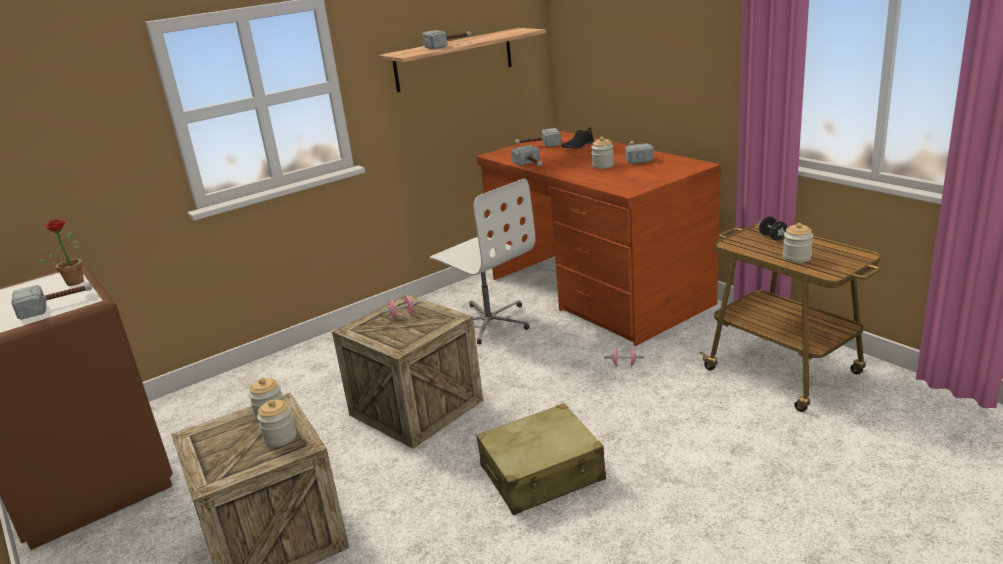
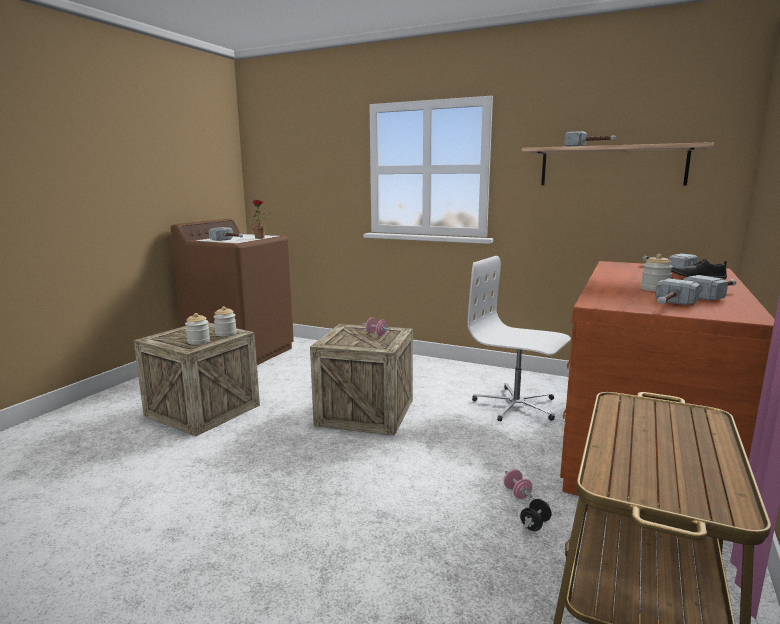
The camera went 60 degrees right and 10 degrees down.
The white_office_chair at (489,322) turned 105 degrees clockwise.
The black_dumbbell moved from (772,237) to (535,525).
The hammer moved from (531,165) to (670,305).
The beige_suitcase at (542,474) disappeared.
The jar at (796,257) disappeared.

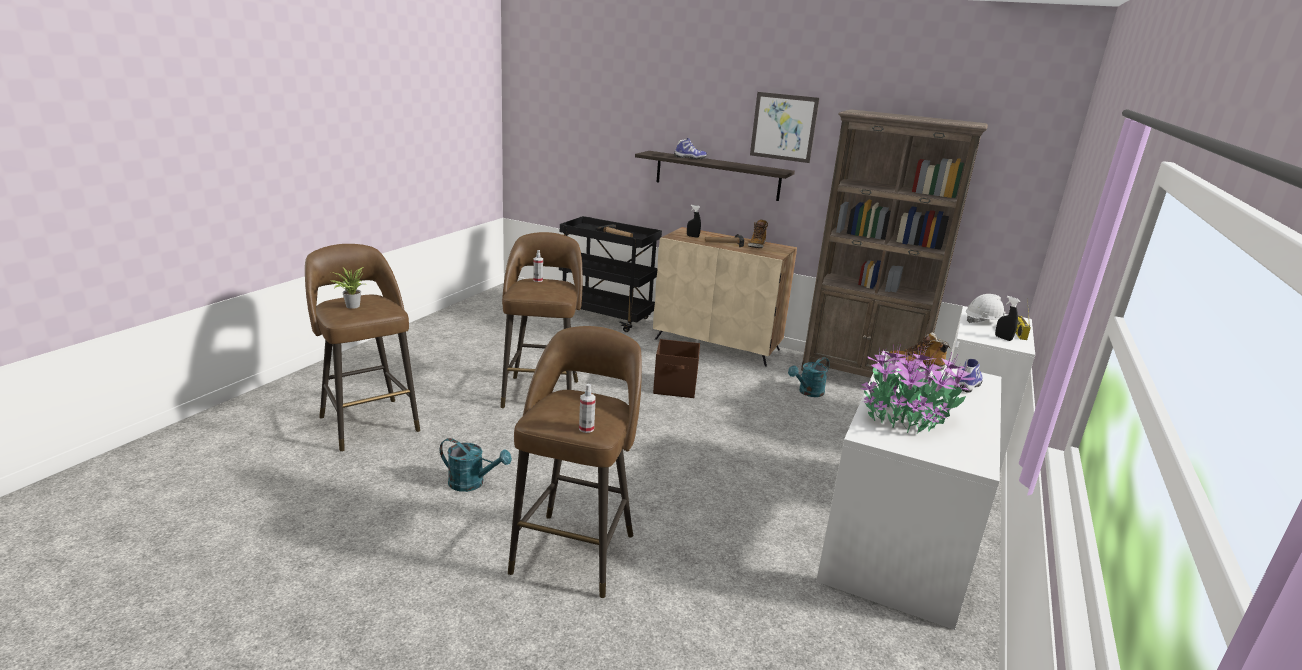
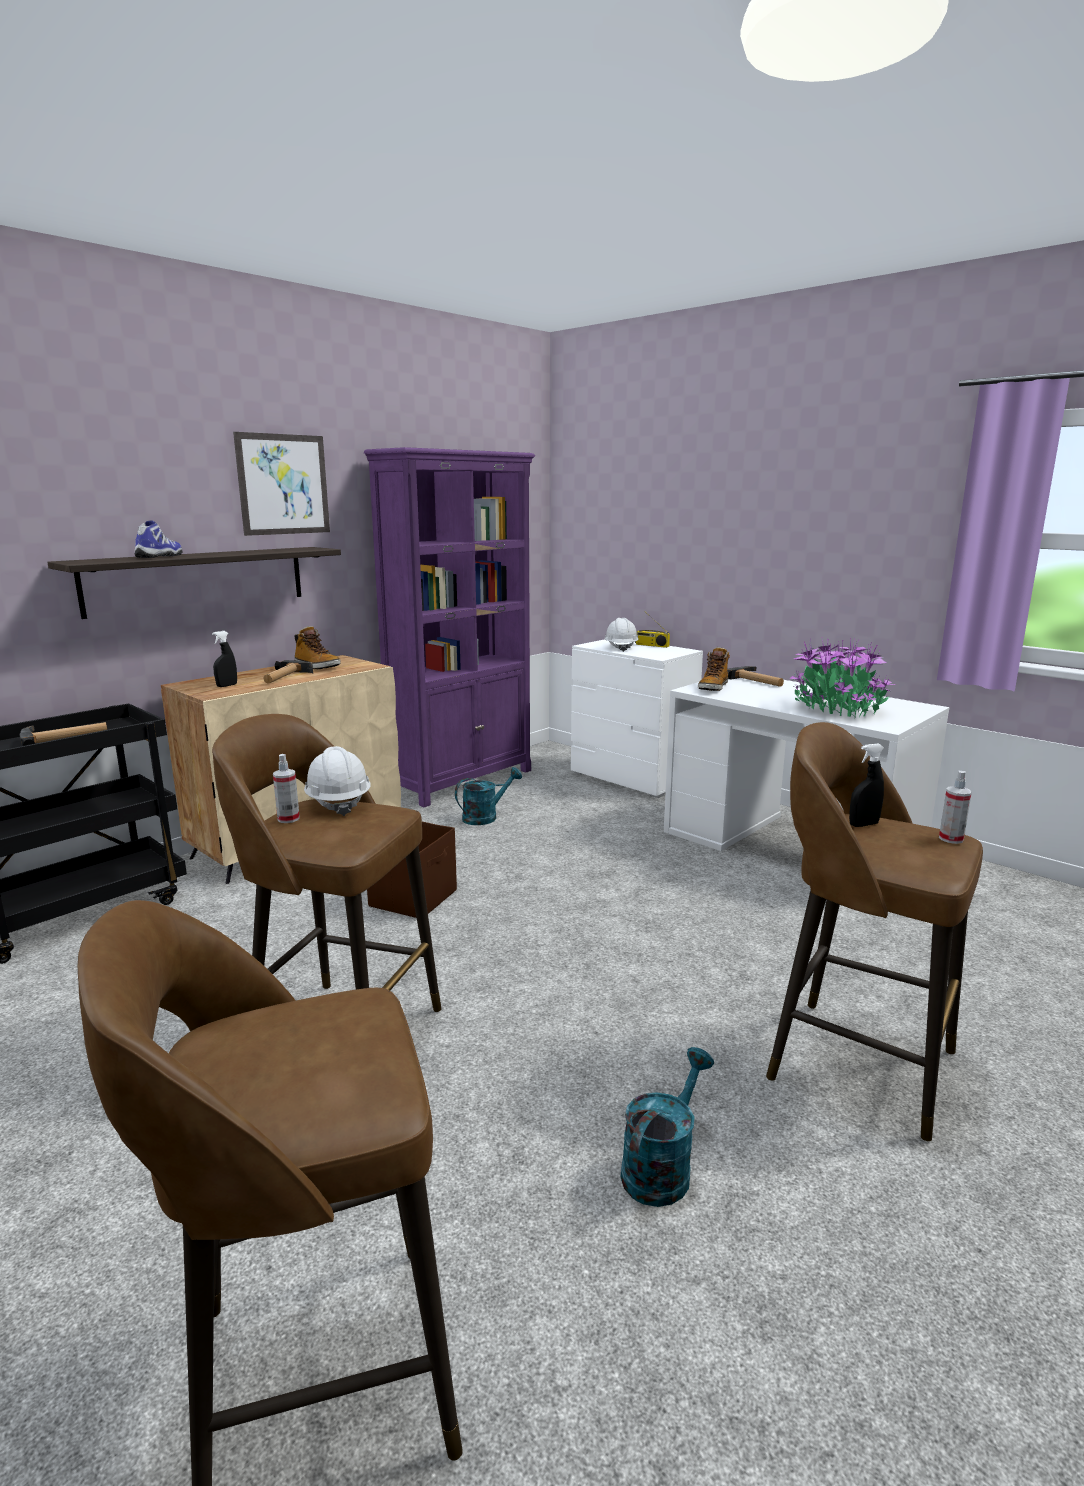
The camera went 70 degrees left and 5 degrees down.
The white_hard_hat at (338,802) appeared.
The brown_bookcase at (862,376) became the purple_bookcase at (463,781).
The turquoise_watering_can at (808,392) turned 105 degrees counterclockwise.
The shoe at (968,385) was replaced by the hammer at (756,681).
The black_spray_bottle moved from (1003,338) to (863,824).
The potted_plant at (351,306) disappeared.

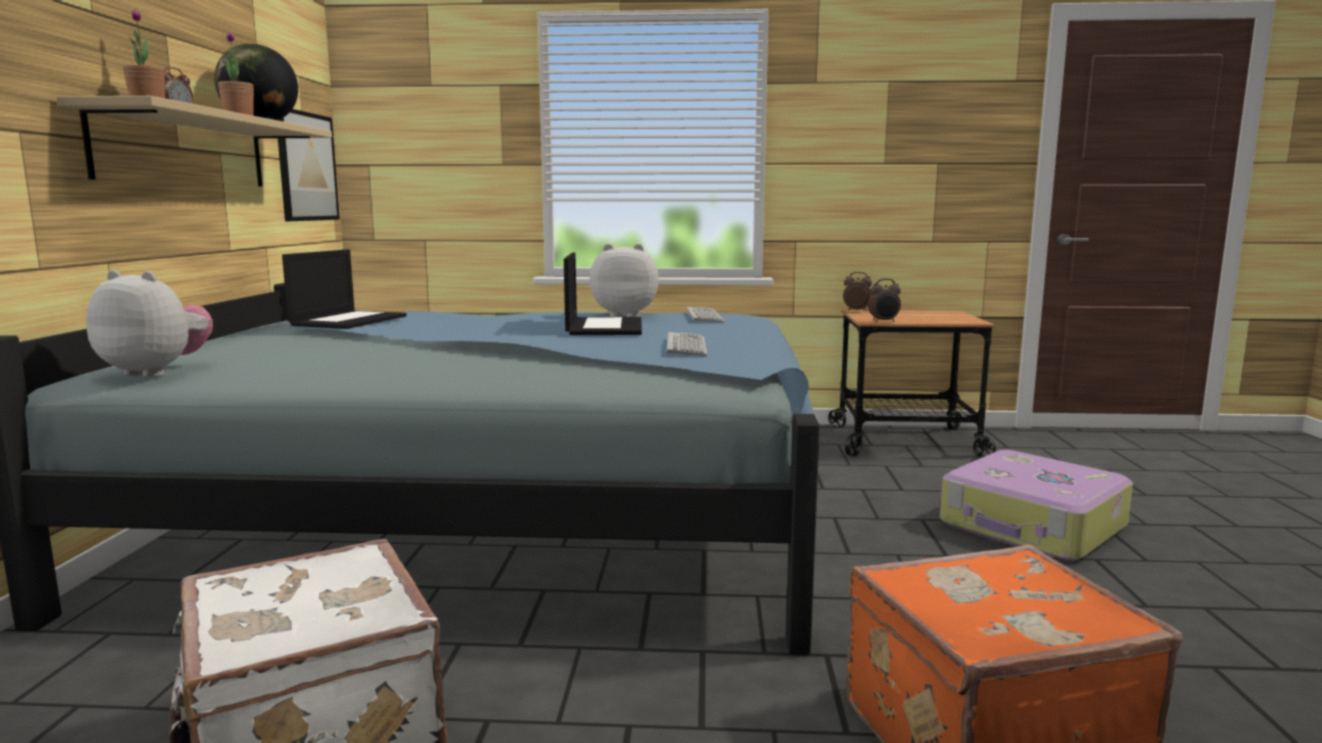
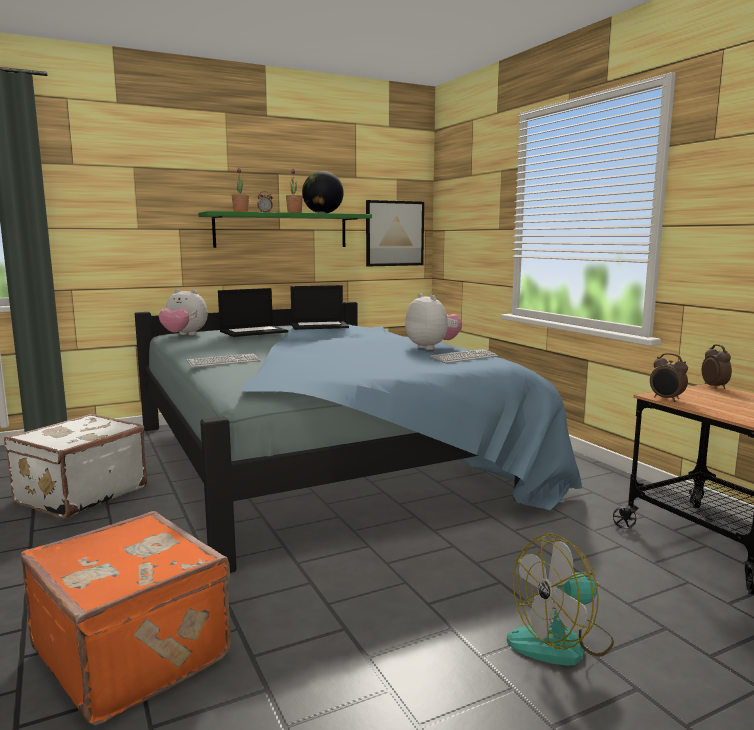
The camera went 60 degrees right and 0 degrees up.
The plush_toy at (156,372) turned 120 degrees clockwise.
The keyboard moved from (686,346) to (223,362).
The beige_shelf at (184,150) became the green_shelf at (281,230).
The laptop moved from (604,327) to (254,331).
The suitcase at (1032,526) was replaced by the fan at (561,642).

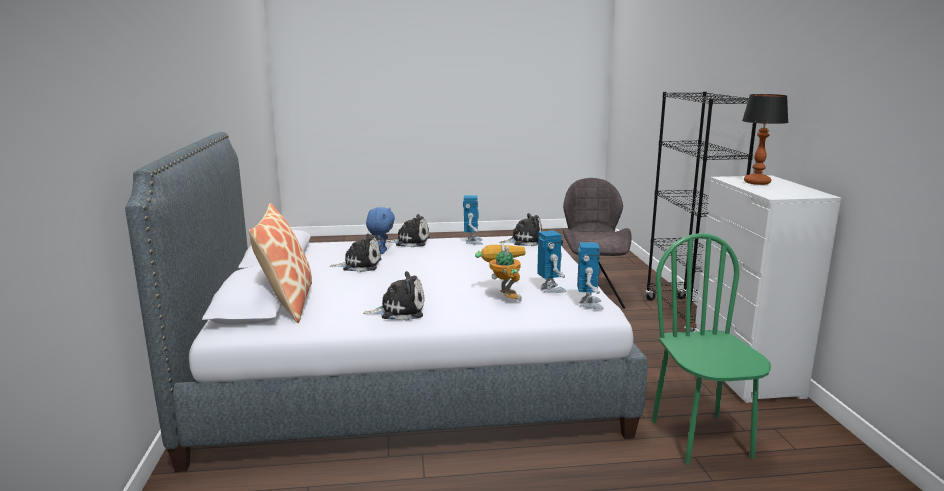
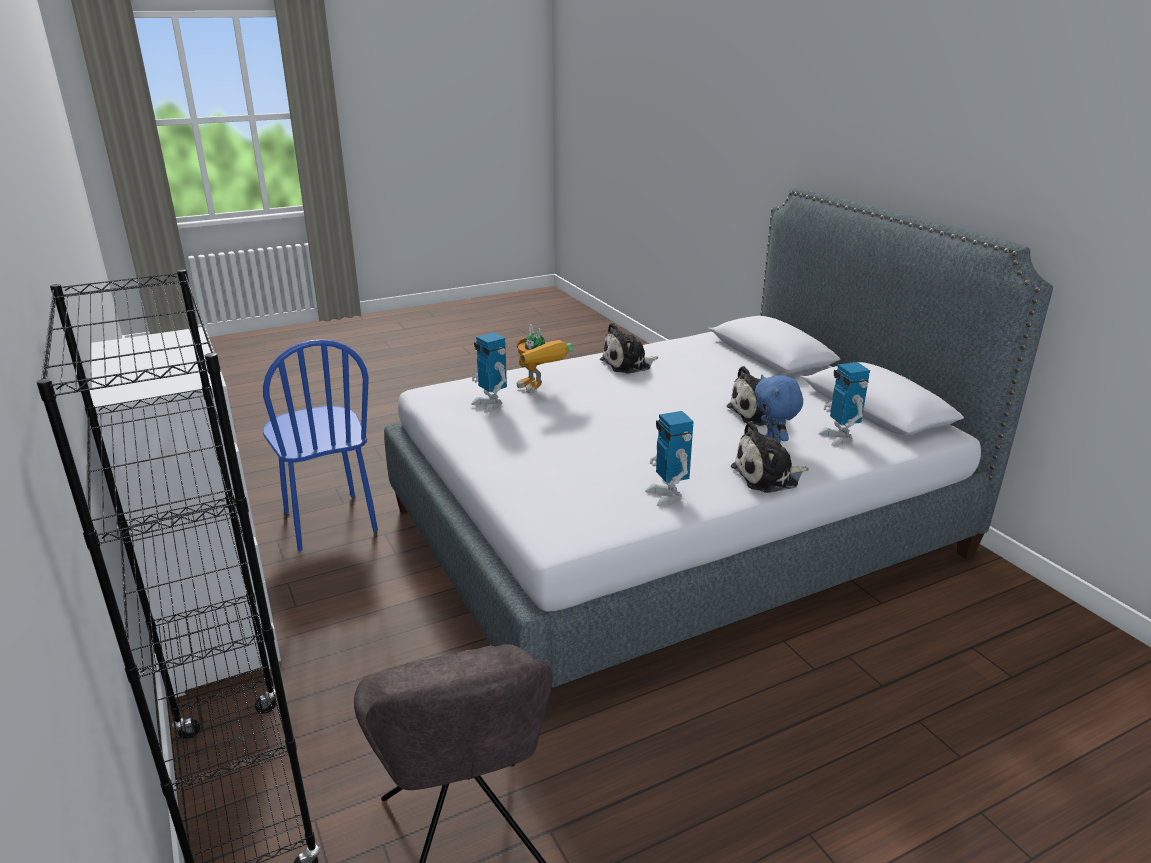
The camera went 160 degrees right and 10 degrees up.
The green_chair at (701,439) became the blue_chair at (329,521).
The toy_robot moved from (589,304) to (839,437).
The pillow at (287,303) disappeared.
The plush_toy at (524,241) disappeared.
The table_lamp at (757,182) disappeared.

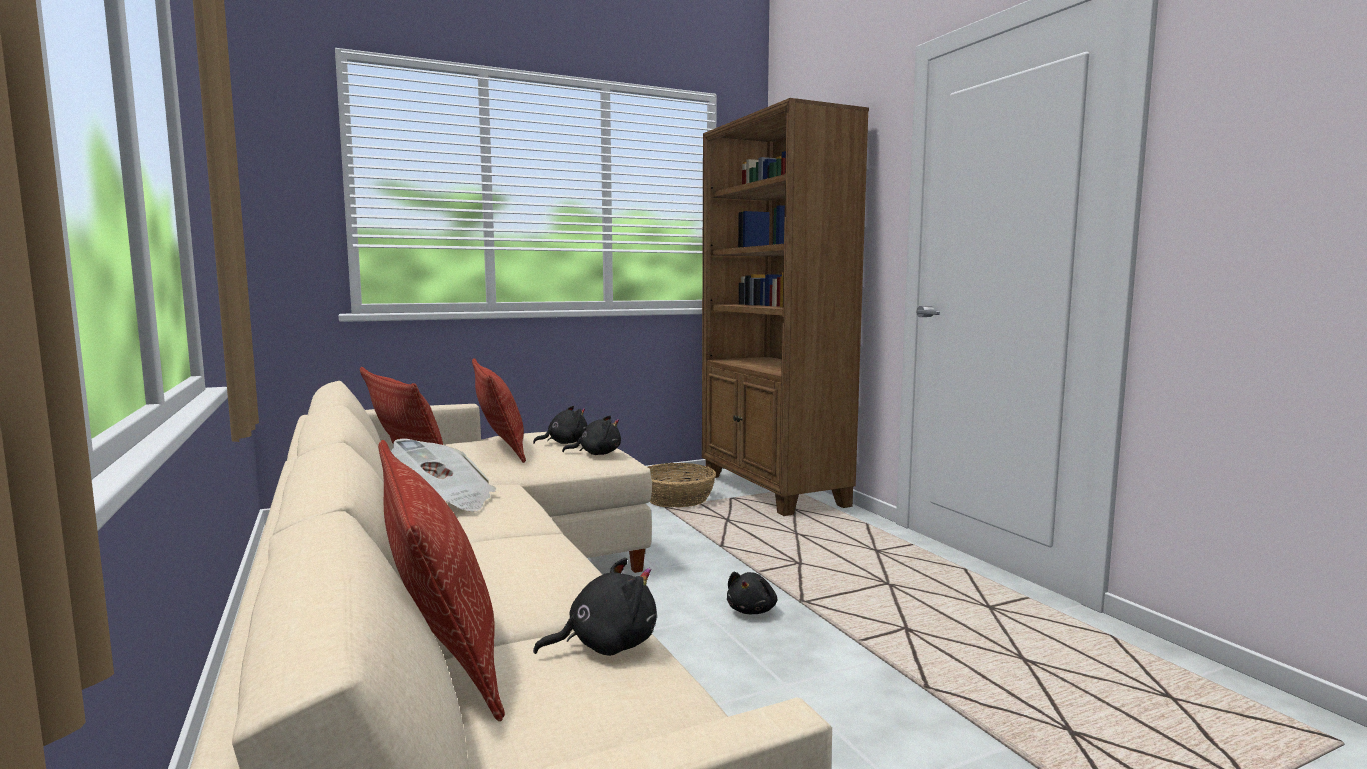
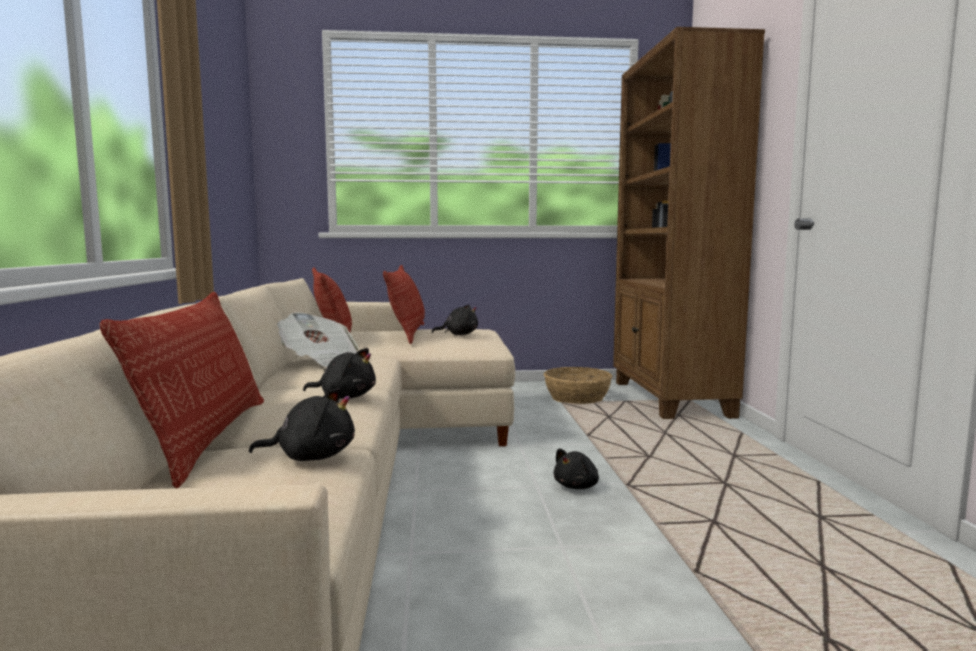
The camera went 20 degrees right and 0 degrees up.
The black_plush_toy moved from (597,454) to (345,397).

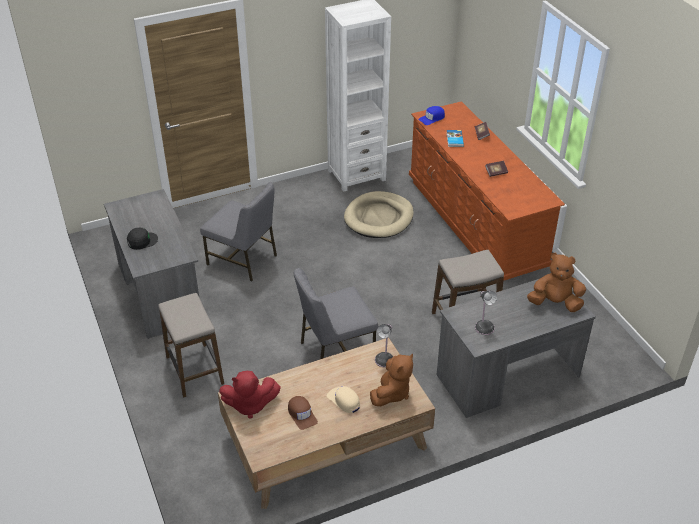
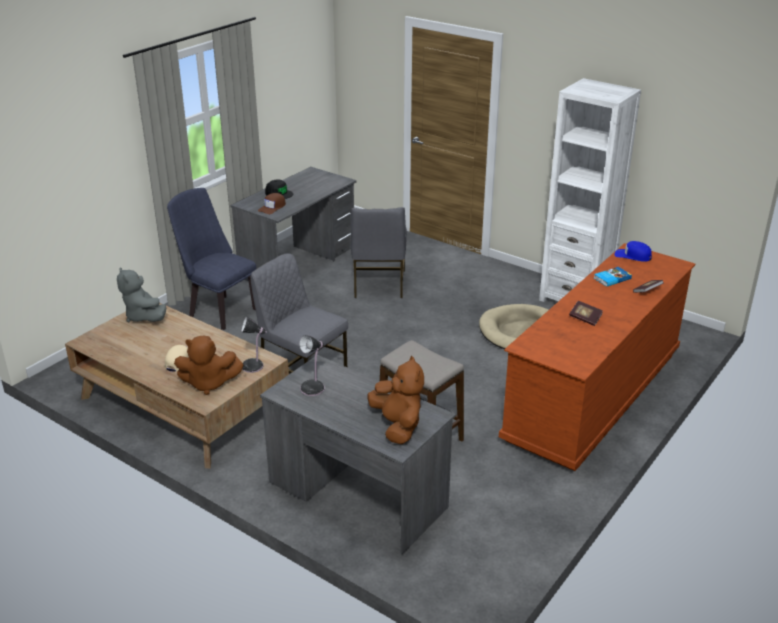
The camera went 60 degrees right and 10 degrees down.
The red_plush_toy at (249,405) became the grey_plush_toy at (143,317).
The stool at (194,370) was replaced by the blue_chair at (219,310).
The brown_cap moved from (302,414) to (272,207).

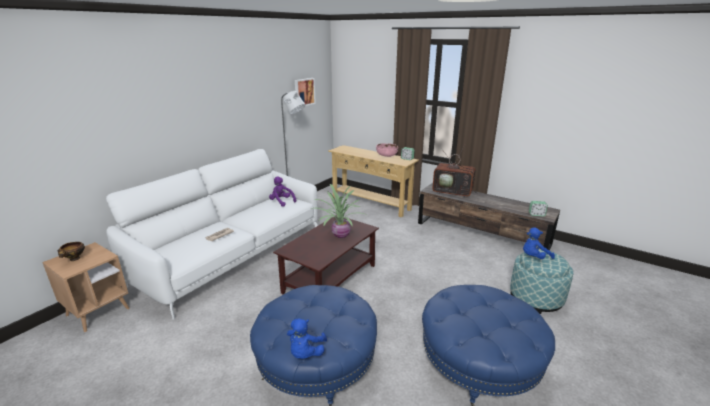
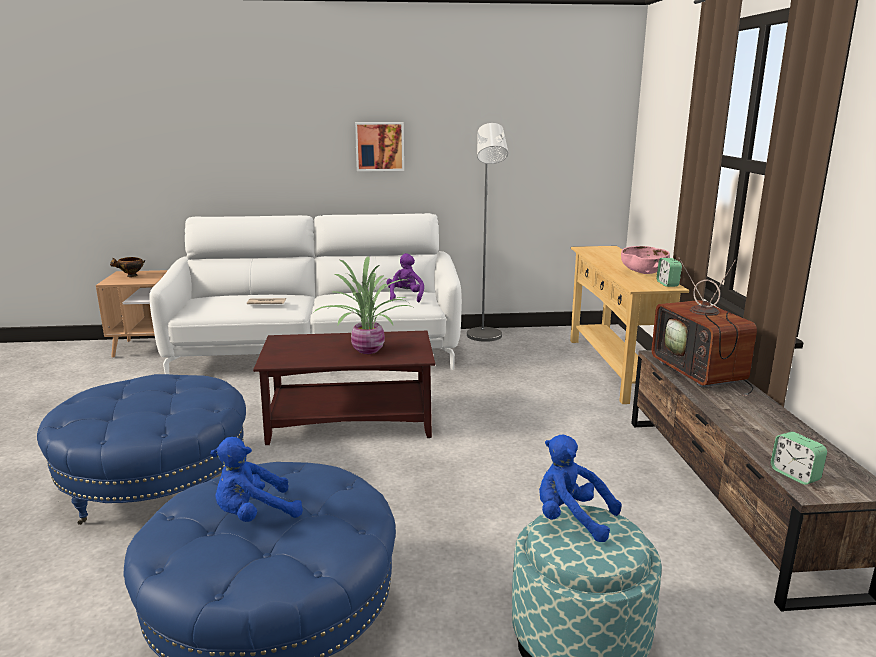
The camera went 50 degrees right and 5 degrees down.
The blue_plush_toy moved from (305,353) to (254,515).
The picture moved from (304,92) to (379,146).

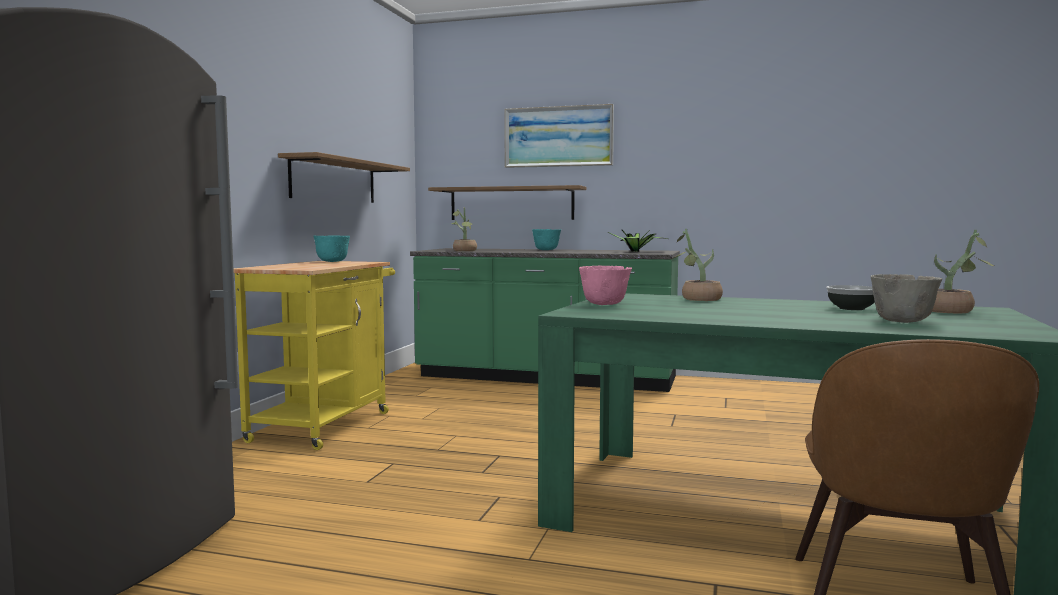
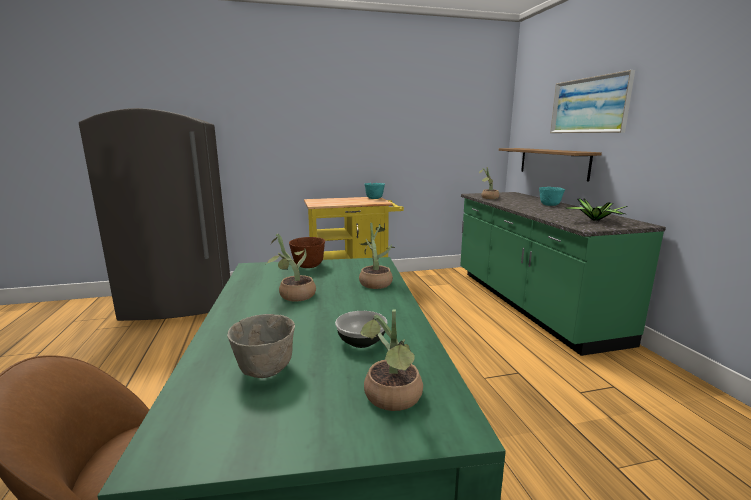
The camera went 60 degrees right and 10 degrees up.
The potted_plant at (293,295) appeared.
The pink_bowl at (605,304) became the brown_bowl at (308,266).
The shelf at (334,181) disappeared.

